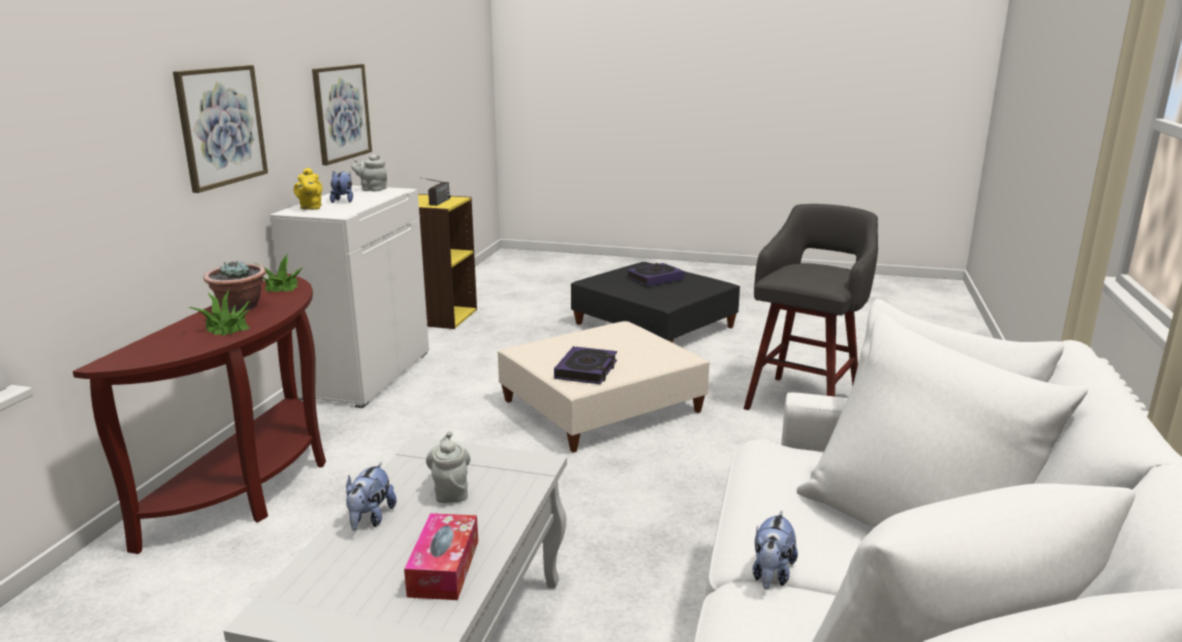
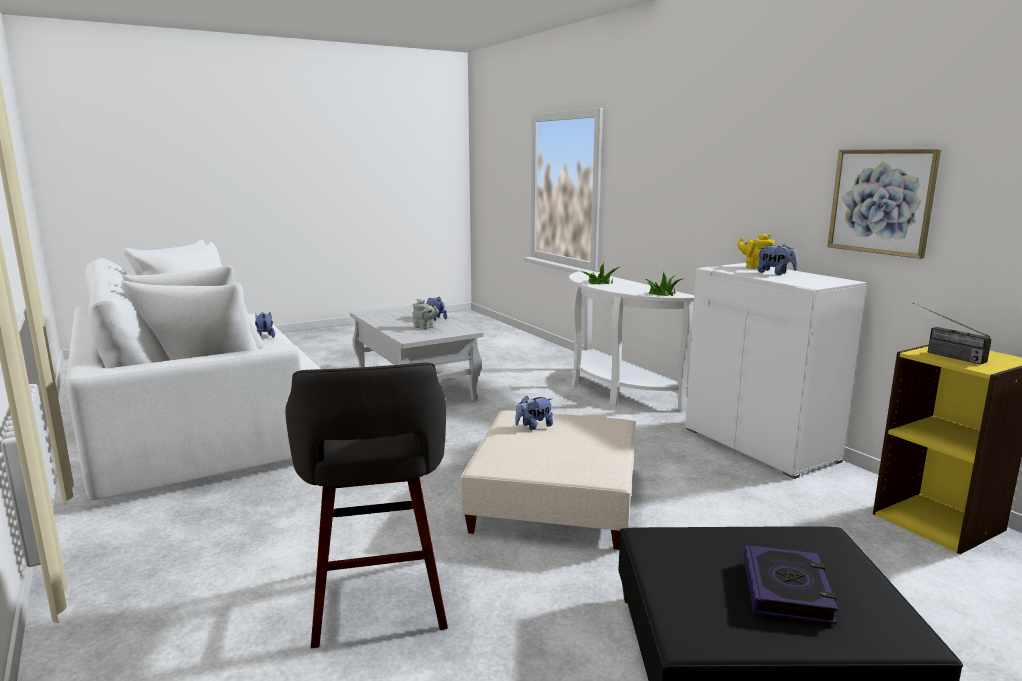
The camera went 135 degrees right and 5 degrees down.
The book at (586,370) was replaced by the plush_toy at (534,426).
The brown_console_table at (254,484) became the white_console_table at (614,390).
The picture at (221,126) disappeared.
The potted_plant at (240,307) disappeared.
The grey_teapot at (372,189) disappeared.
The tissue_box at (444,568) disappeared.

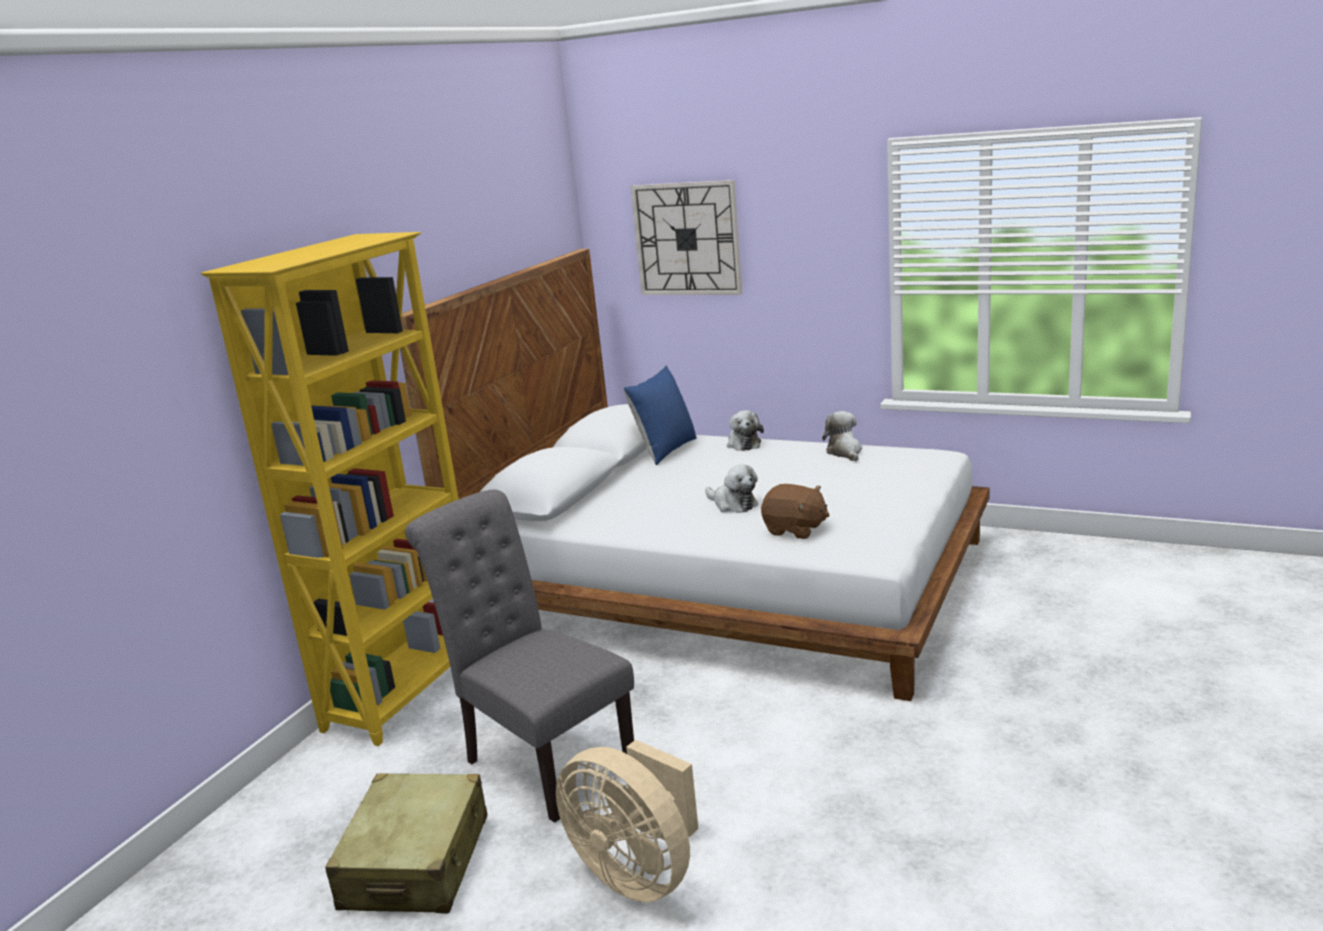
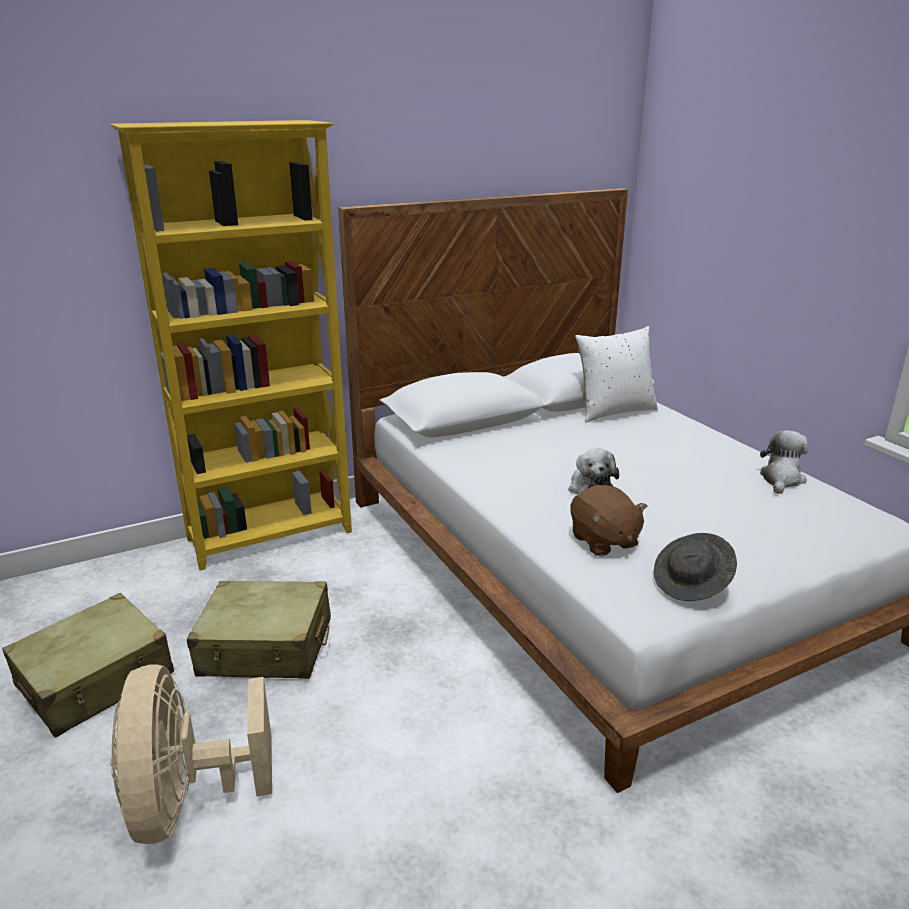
The camera went 35 degrees right and 5 degrees up.
The grey_chair at (541,760) was replaced by the beige_suitcase at (266,647).
The blue_pillow at (665,450) became the white_pillow at (614,411).
The grey_hat at (692,583) appeared.
The wall_clock at (687,239) disappeared.
The plush_toy at (743,444) disappeared.

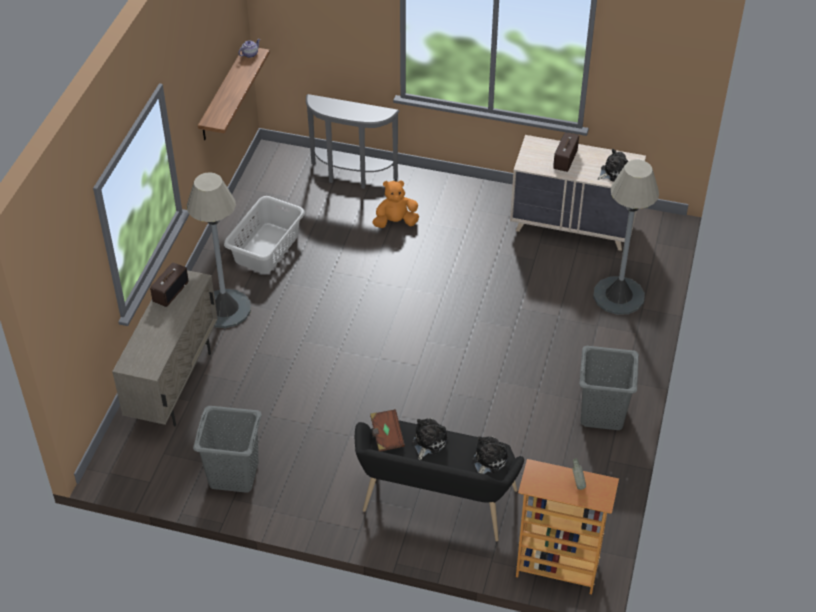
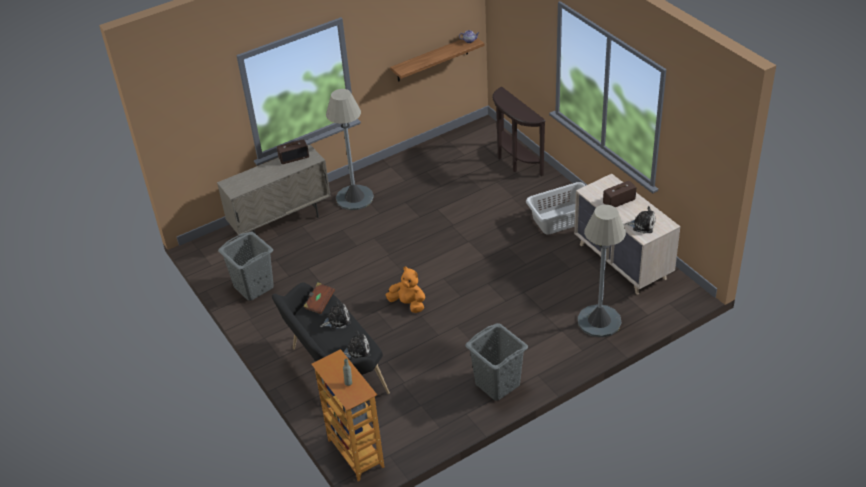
The camera went 45 degrees right and 5 degrees down.
The orange_plush_toy moved from (395,222) to (408,304).
The grey_console_table at (351,177) became the brown_console_table at (515,161).
The grey_laundry_basket moved from (267,248) to (562,219).

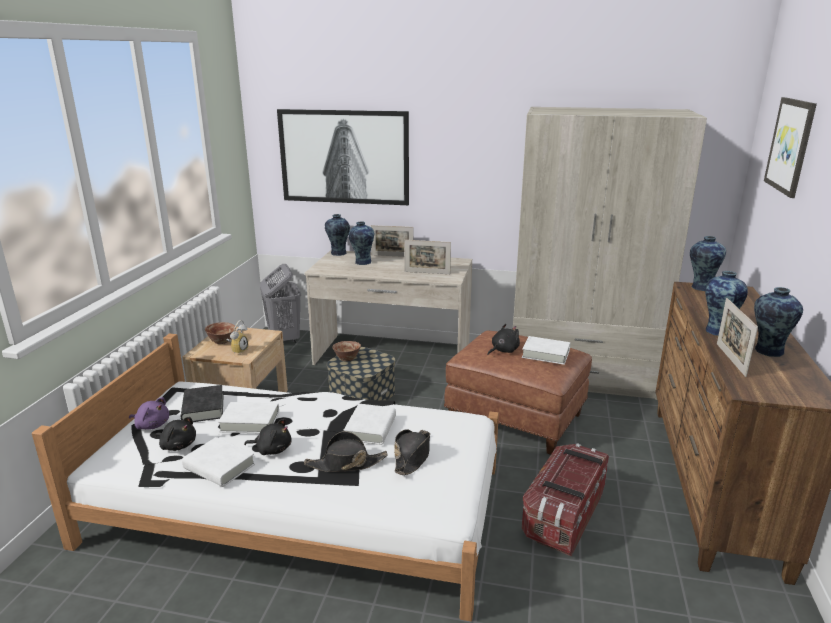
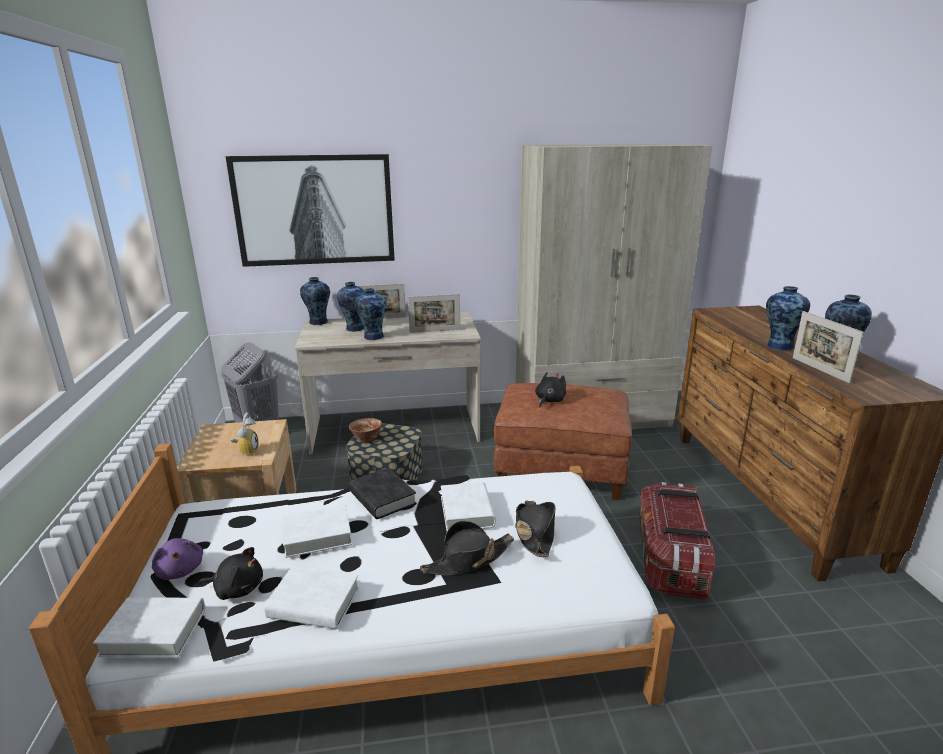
The camera went 20 degrees left and 0 degrees up.
The white_book moved from (545,354) to (154,632).
The purple_plush_toy at (151,425) turned 60 degrees clockwise.
The black_book moved from (203,408) to (382,498).
The vase moved from (701,287) to (372,337).
The bowl at (222,341) disappeared.
The black_plush_toy at (272,449) disappeared.
The picture at (791,145) disappeared.

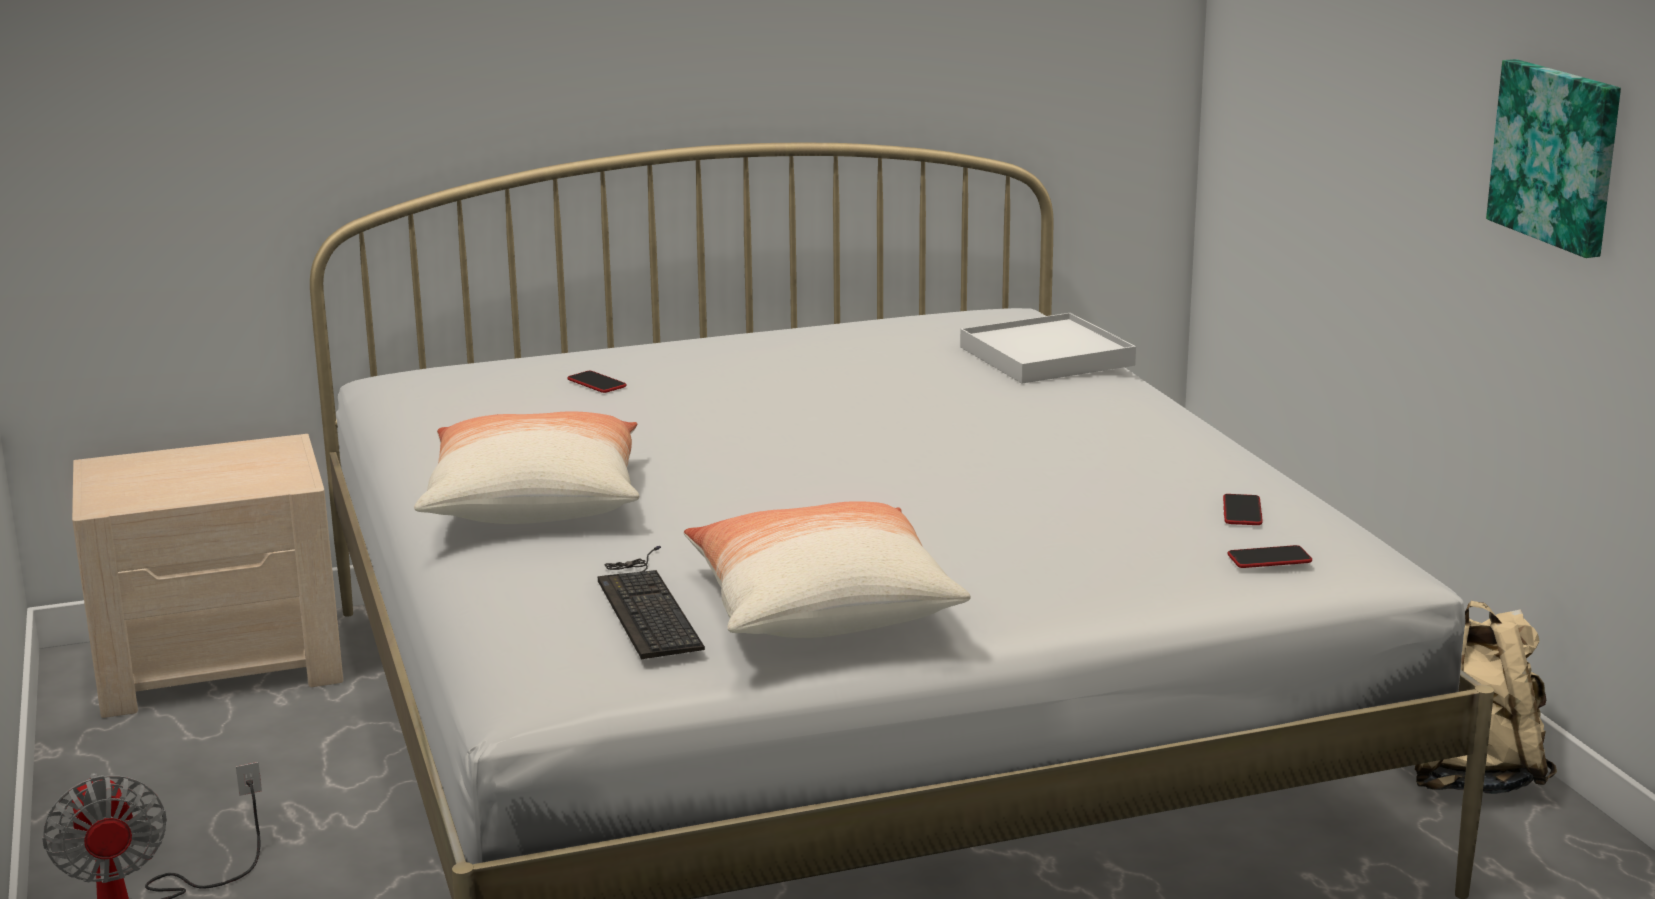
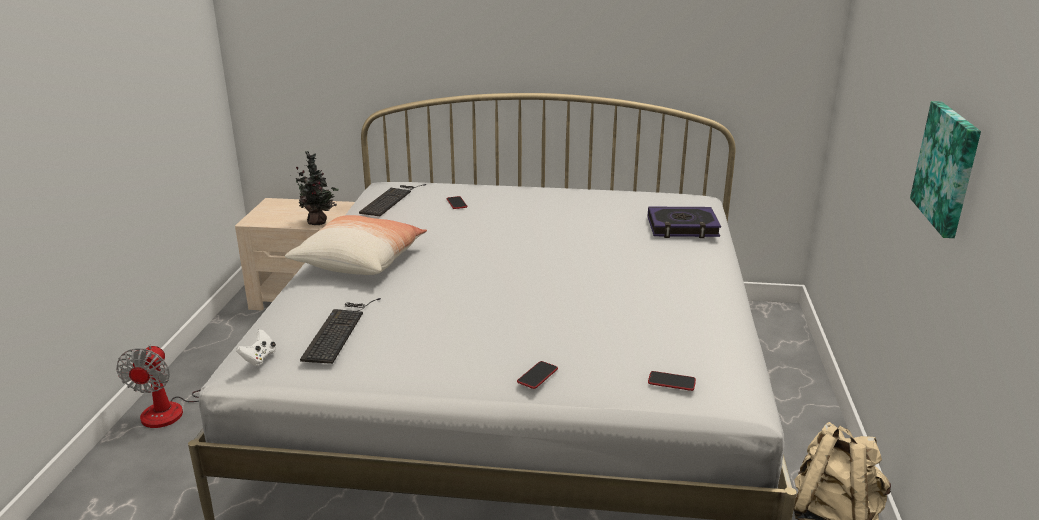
The camera went 25 degrees right and 5 degrees up.
The white_game_controller at (259,358) appeared.
The potted_plant at (319,222) appeared.
The keyboard at (391,199) appeared.
The phone moved from (1242,511) to (537,375).
The white_tray at (1047,356) was replaced by the book at (682,227).
The pillow at (820,607) disappeared.

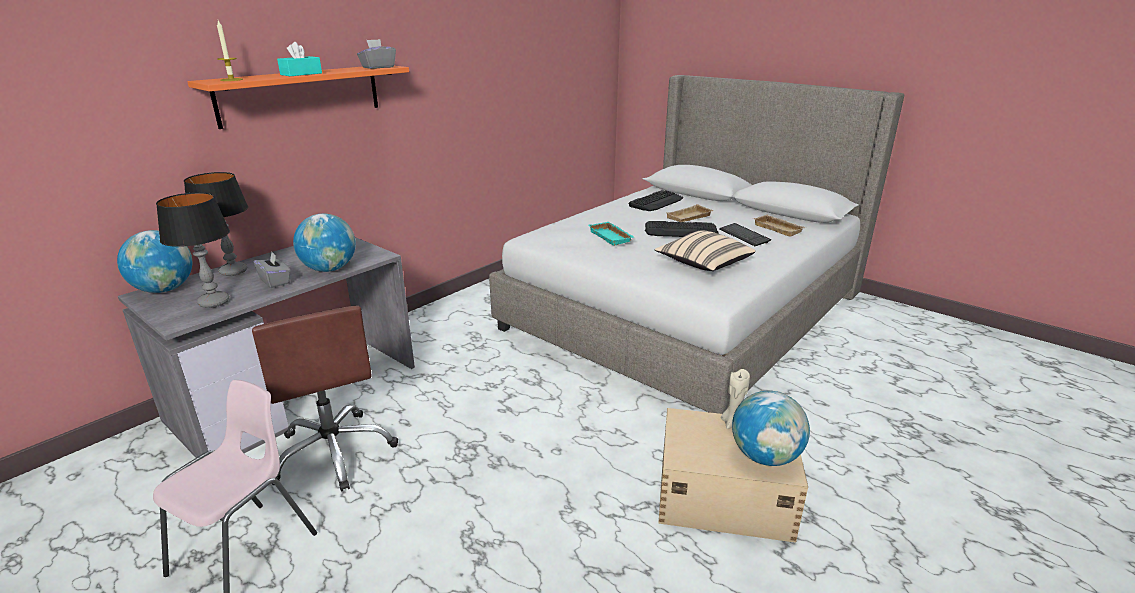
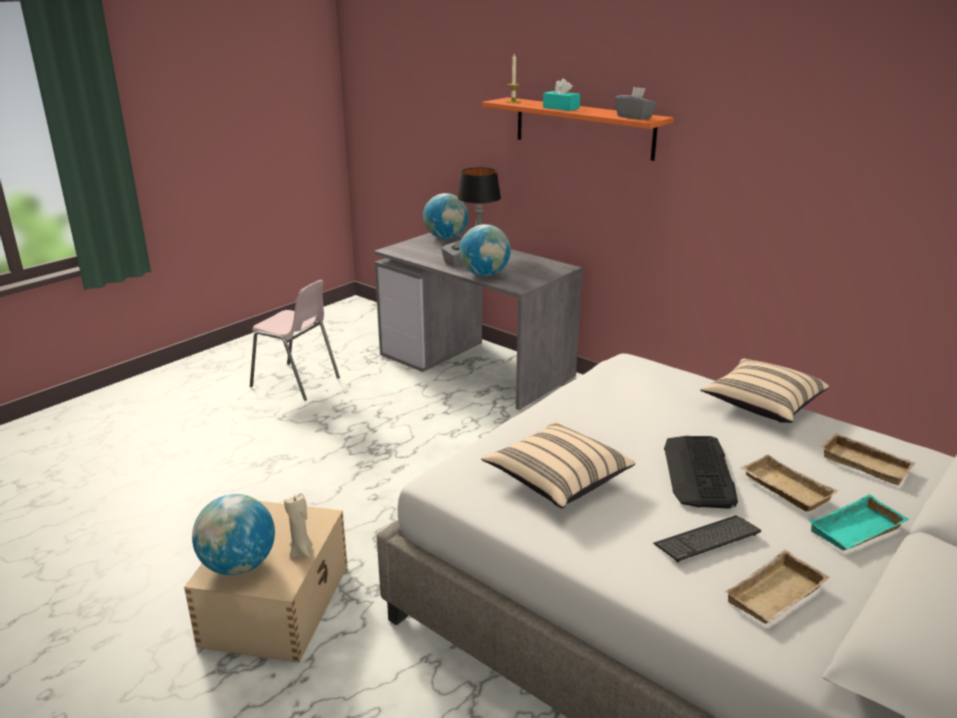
The camera went 90 degrees right and 0 degrees up.
The beige_pillow at (762,405) appeared.
The turquoise_tray moved from (612,237) to (857,532).
The keyboard at (656,202) was replaced by the beige_tray at (867,463).
The table_lamp at (214,302) disappeared.
The brown_office_chair at (334,452) disappeared.

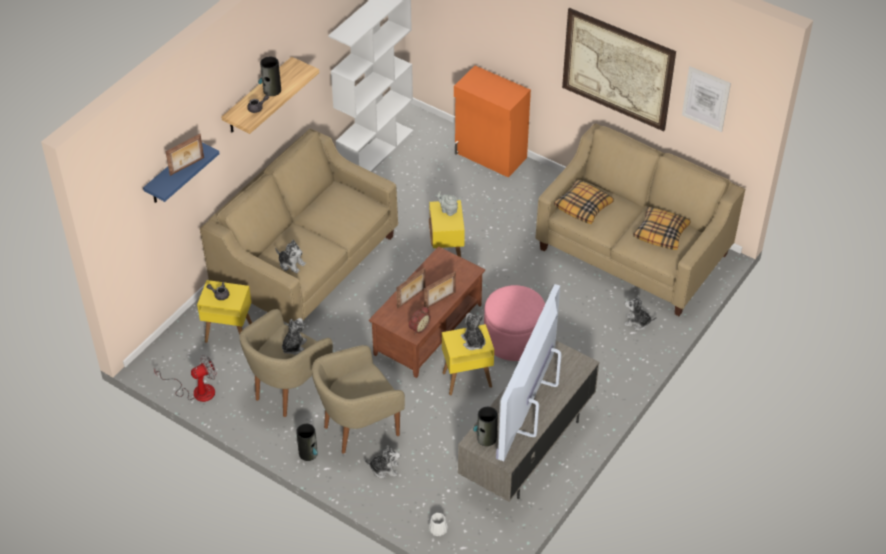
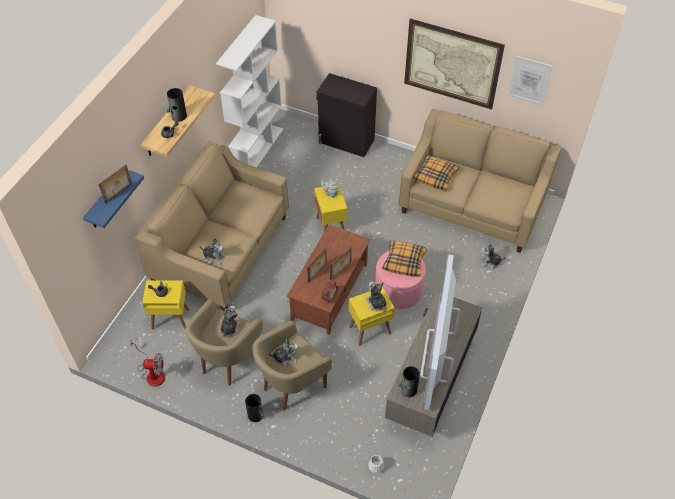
The camera went 10 degrees left and 5 degrees up.
The fan at (196,391) turned 45 degrees clockwise.
The plush_toy moved from (384,469) to (285,357).
The orange_cabinet at (490,156) became the black_cabinet at (346,141).
The pillow moved from (661,233) to (404,261).

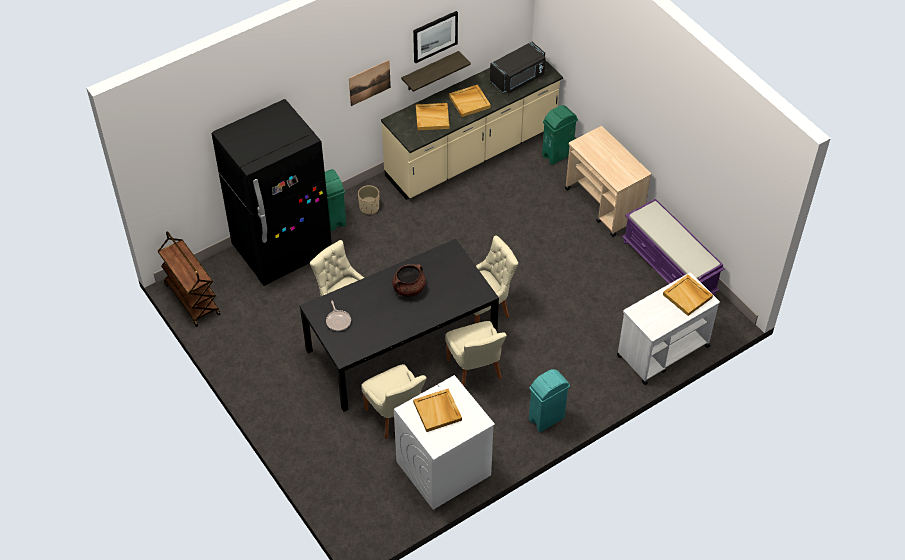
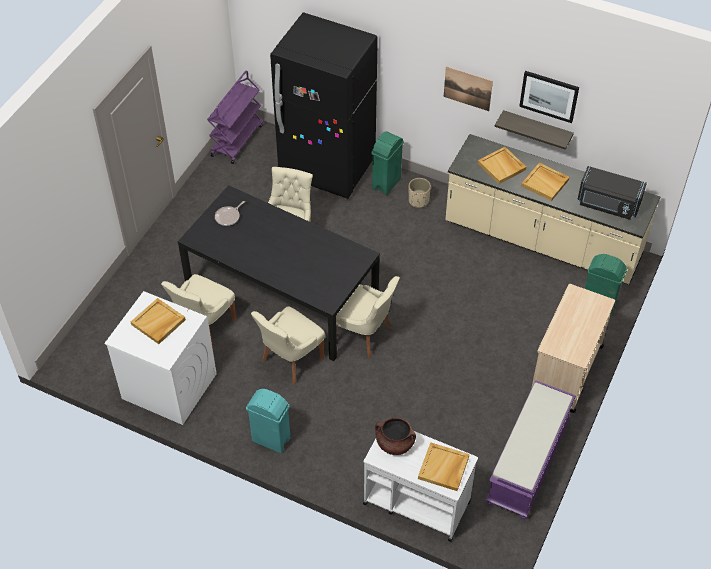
The camera went 60 degrees right and 0 degrees up.
The brown_cart at (191,299) became the purple_cart at (237,140).
The brown_cooking_pot moved from (409,289) to (394,443).

